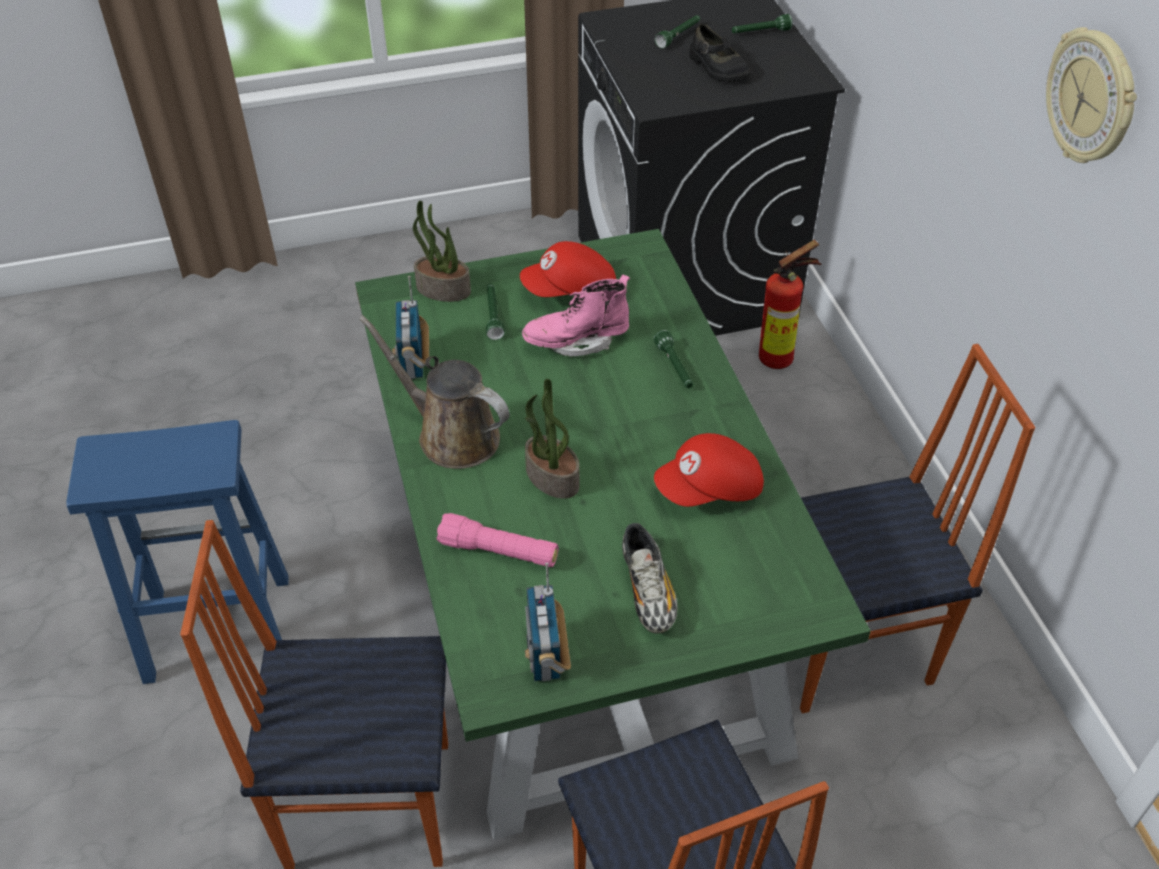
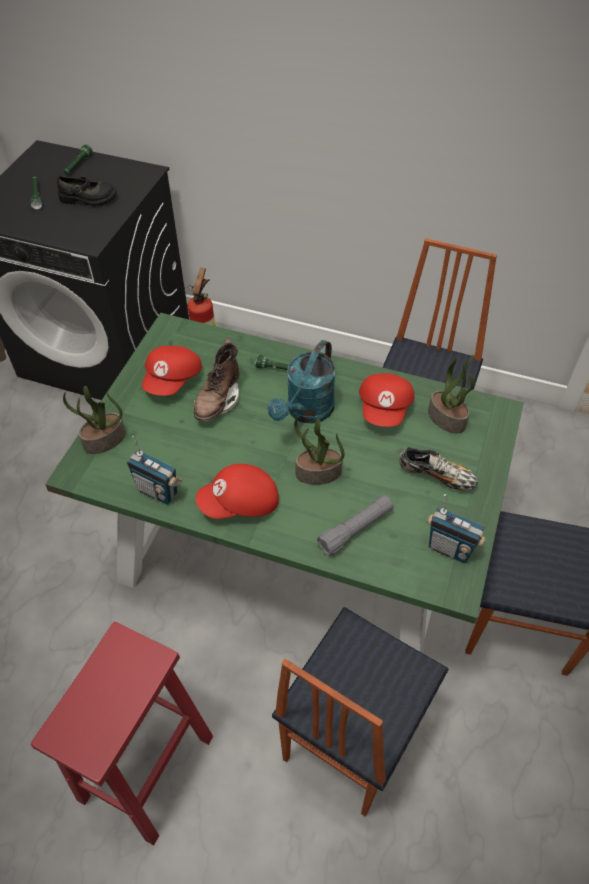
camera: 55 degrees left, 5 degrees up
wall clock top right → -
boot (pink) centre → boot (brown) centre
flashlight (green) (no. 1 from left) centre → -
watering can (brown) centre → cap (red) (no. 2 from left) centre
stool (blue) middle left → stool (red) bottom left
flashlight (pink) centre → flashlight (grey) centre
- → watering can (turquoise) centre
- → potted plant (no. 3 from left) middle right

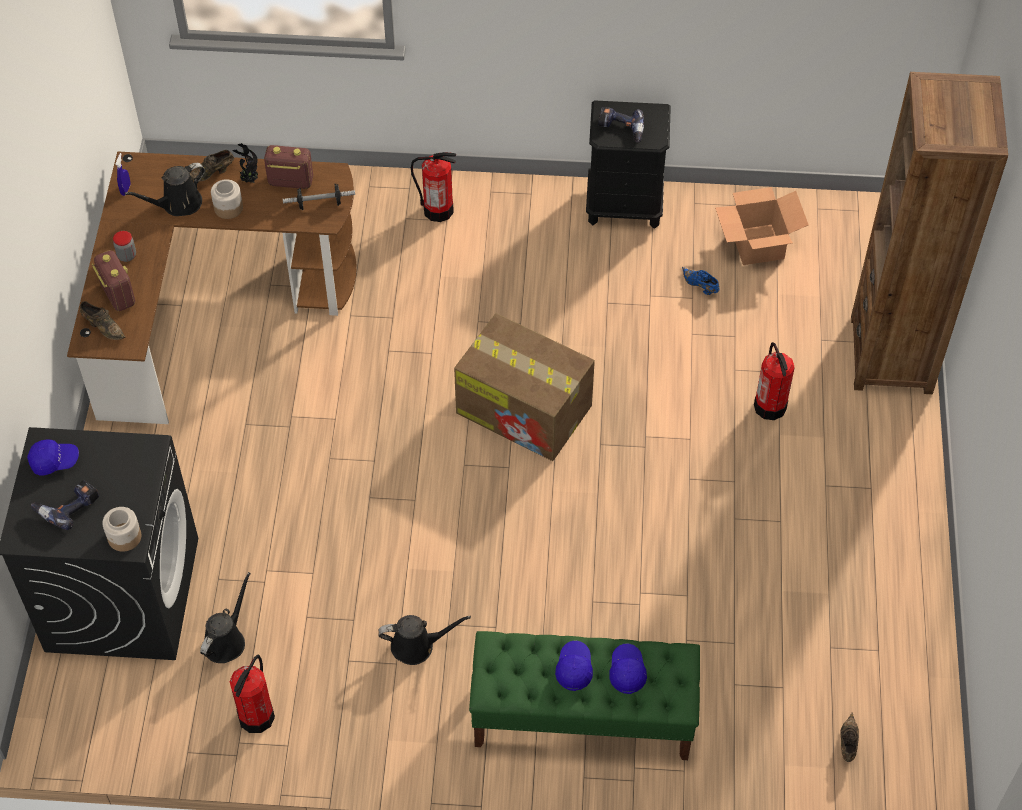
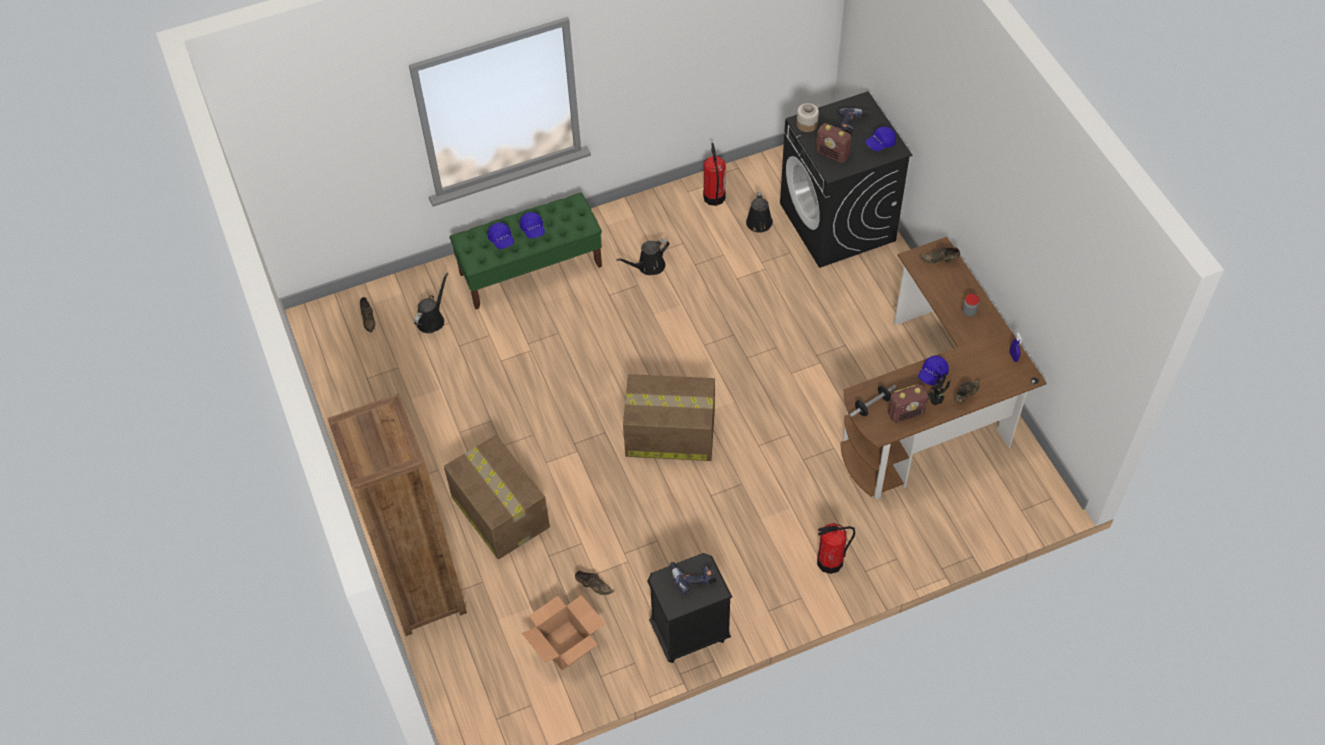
camera: 155 degrees right, 0 degrees up
watering can (black) (no. 1 from left) top left → watering can (black) (no. 1 from left) middle left, shifted
jar (no. 3 from left) top left → cap (blue) (no. 4 from left) middle right
radio (no. 1 from left) middle left → radio (no. 1 from left) top centre, shifted
shoe (blue) middle right → shoe (brown) (no. 2 from left) bottom centre
fire extinguisher (no. 3 from left) middle right → cardboard box (no. 1 from left) bottom centre

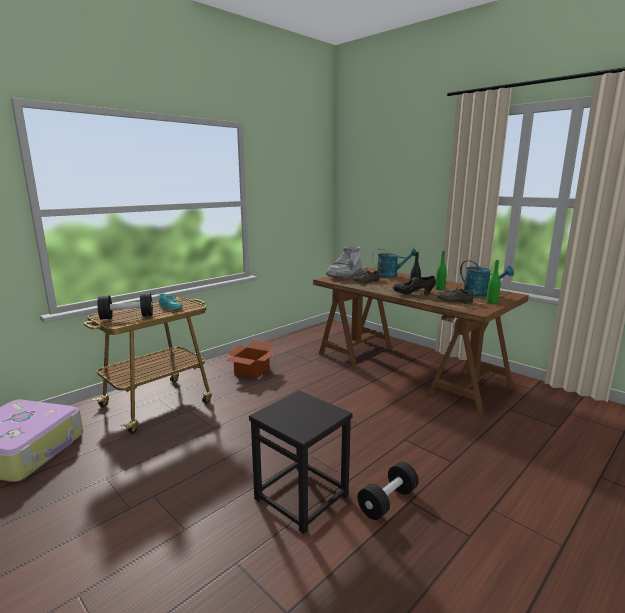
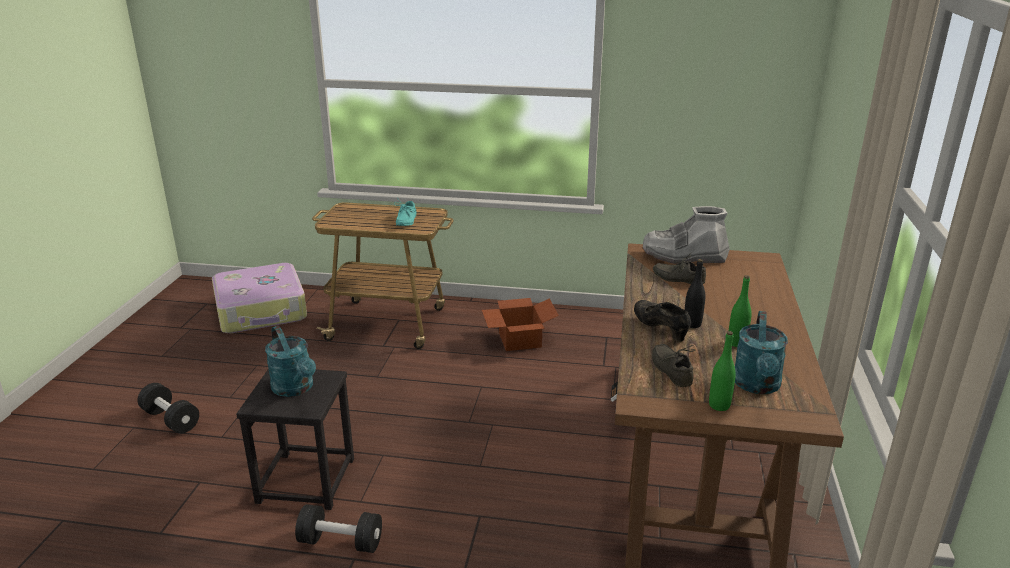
camera: 55 degrees right, 10 degrees up
watering can (turquoise) (no. 1 from left) centre → watering can (turquoise) (no. 1 from left) middle left, shifted
dumbbell (black) (no. 1 from left) middle left → dumbbell (black) (no. 1 from left) bottom left, shifted

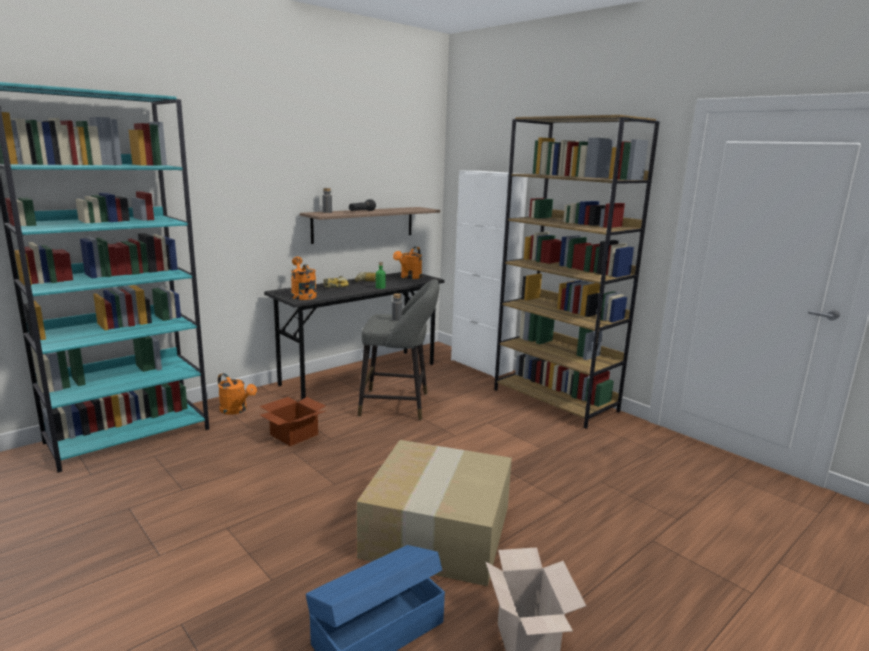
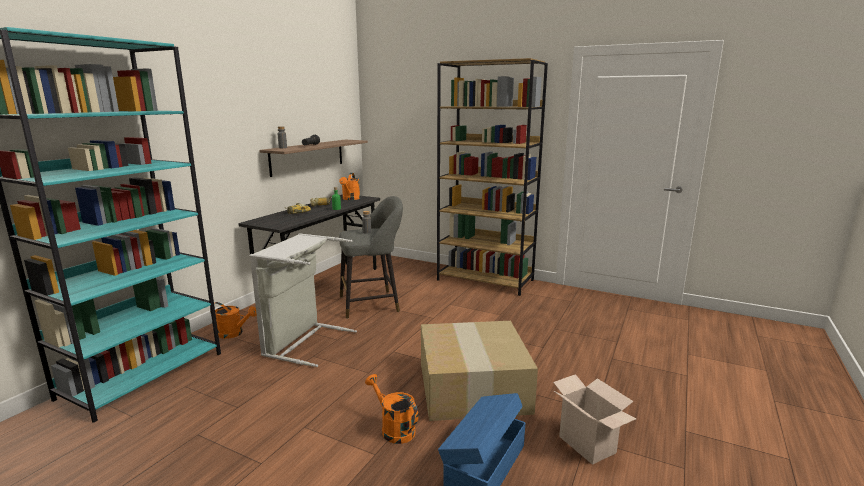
camera: 20 degrees left, 0 degrees up
cabinet (white) centre → -
watering can (orange) (no. 2 from left in the first image) centre → watering can (orange) (no. 3 from left) bottom centre, shifted
cardboard box (no. 1 from left) centre → laundry basket (grey) centre

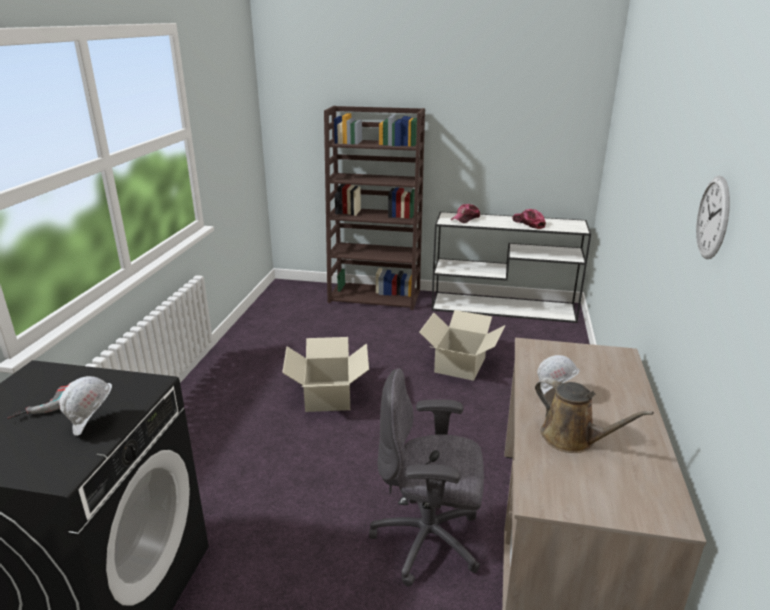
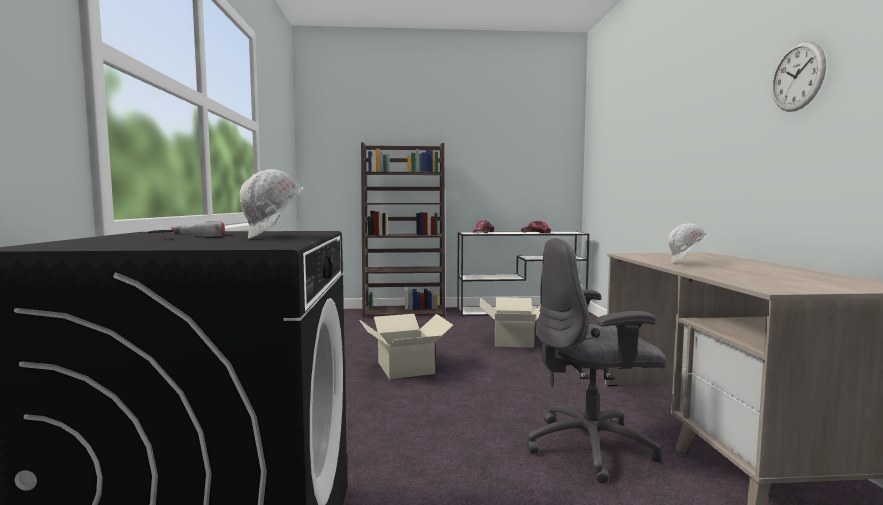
camera: 15 degrees left, 20 degrees down
watering can (brown) bottom right → -

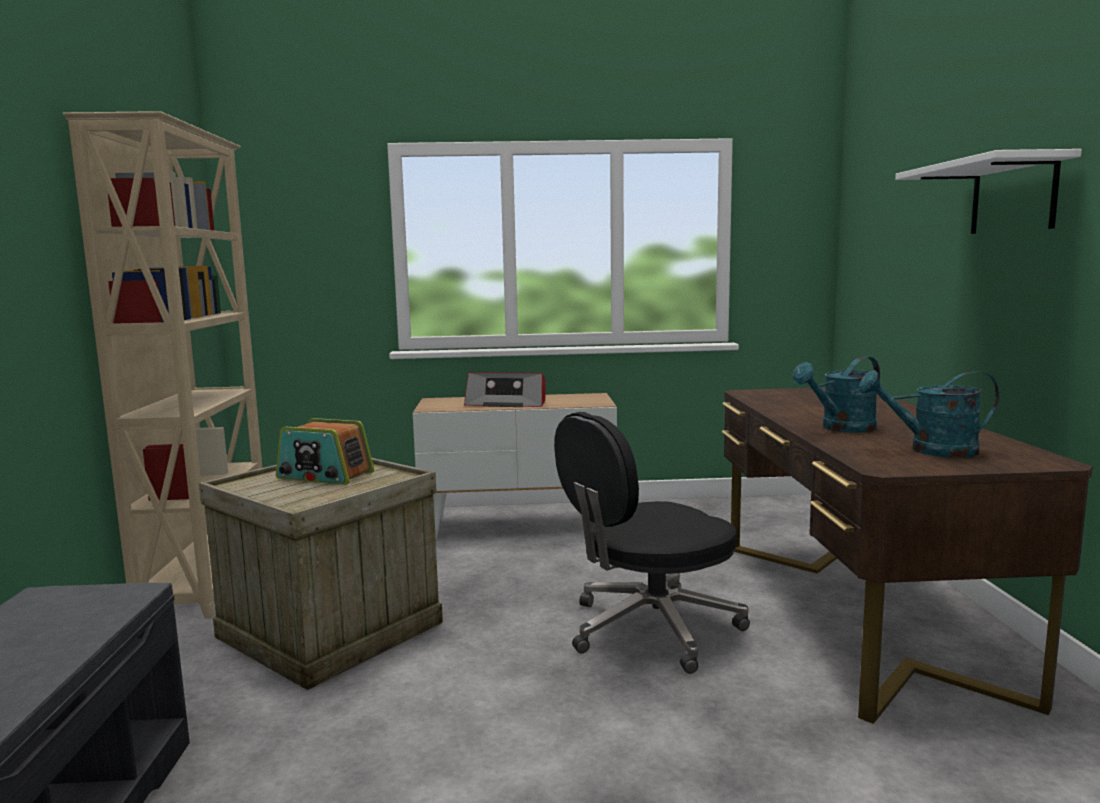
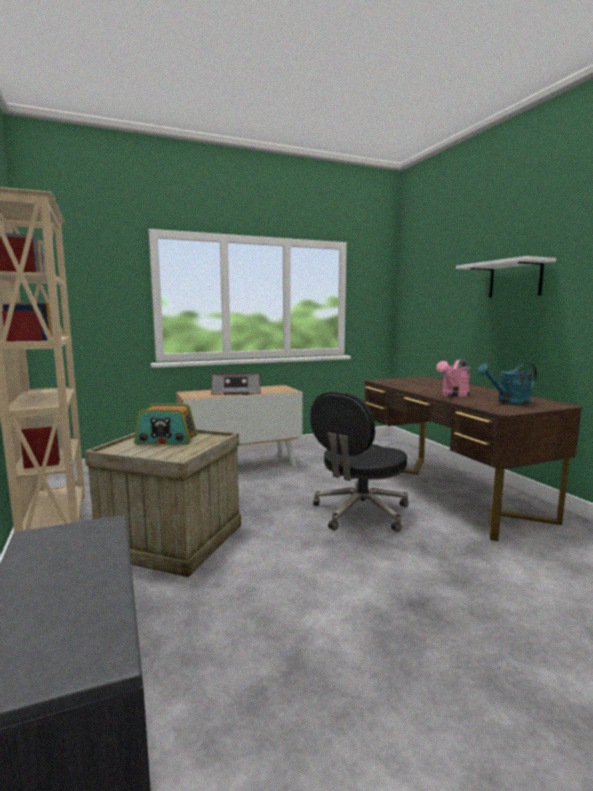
camera: 20 degrees left, 0 degrees up
watering can (turquoise) (no. 1 from left) middle right → watering can (pink) middle right

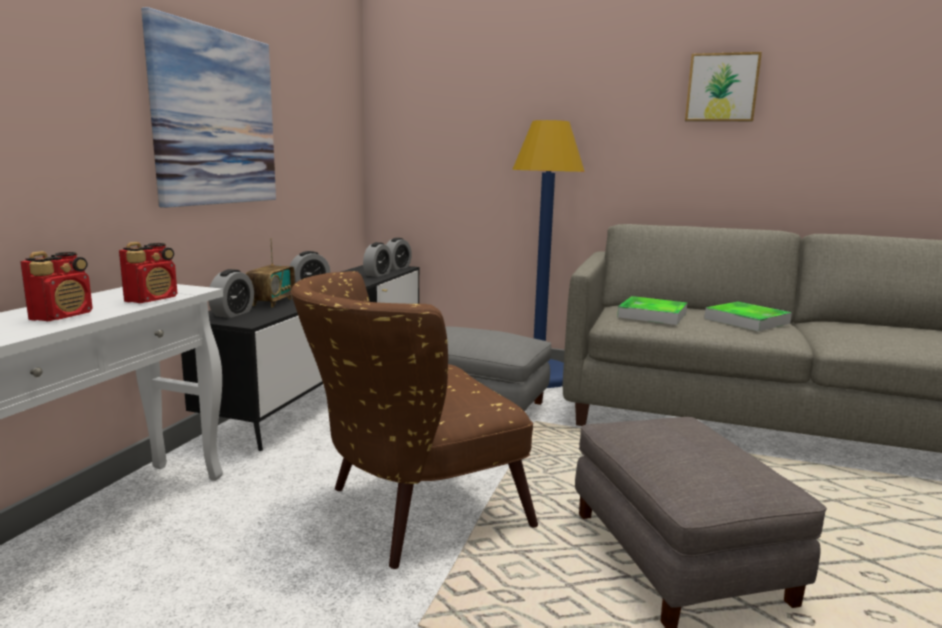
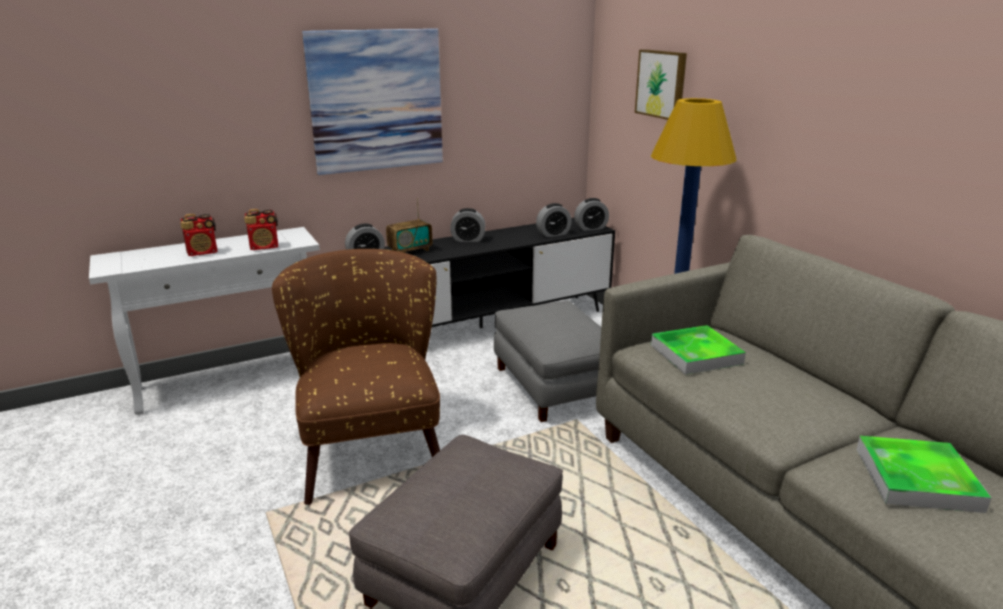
camera: 45 degrees right, 10 degrees up
picture (no. 2 from left) top right → picture (no. 2 from left) top centre, shifted
armchair (brown) bottom centre → armchair (brown) centre, 60 degrees clockwise
tray (no. 2 from left) middle right → tray (no. 2 from left) bottom right, shifted

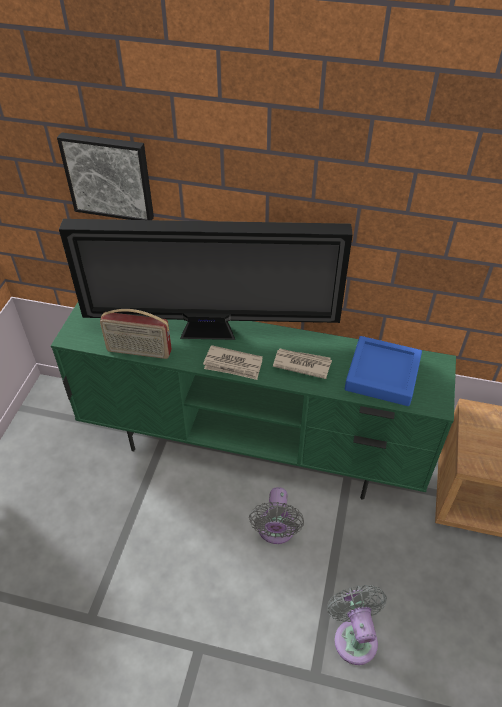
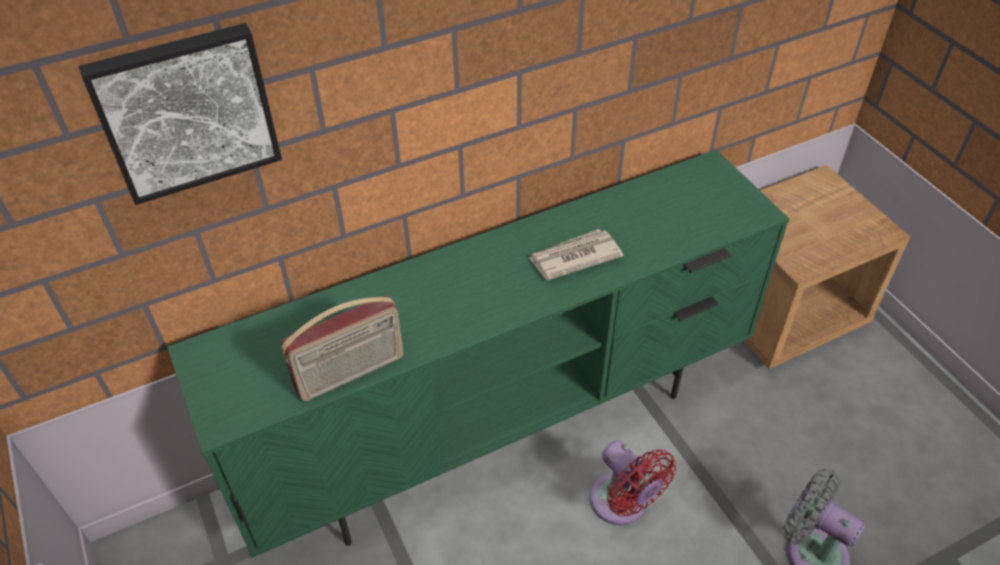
camera: 40 degrees left, 0 degrees up
television centre → -
tray (blue) middle right → -
newspaper (no. 1 from left) centre → -
fan (grey) (no. 1 from left) bottom centre → fan (red) bottom centre

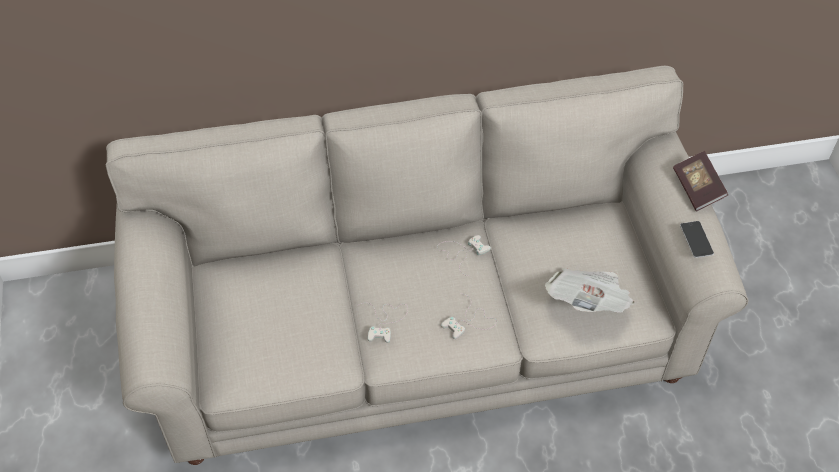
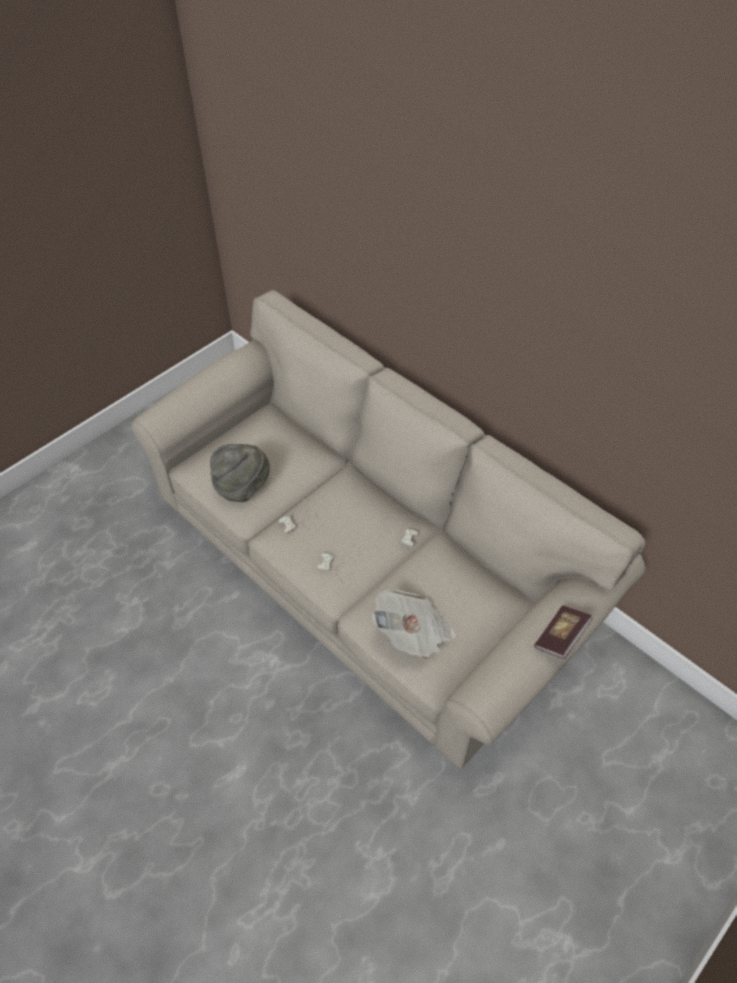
camera: 55 degrees right, 0 degrees up
phone middle right → -
- → hat (grey) middle left

